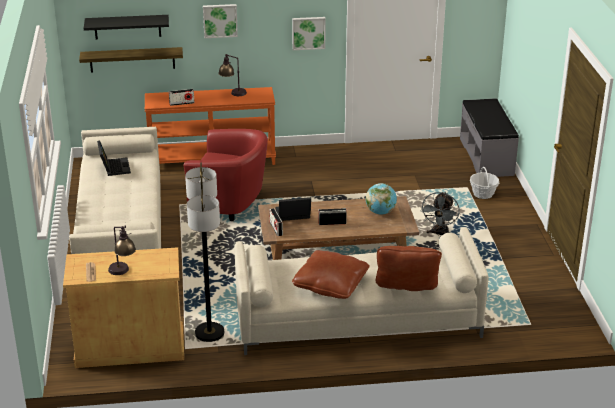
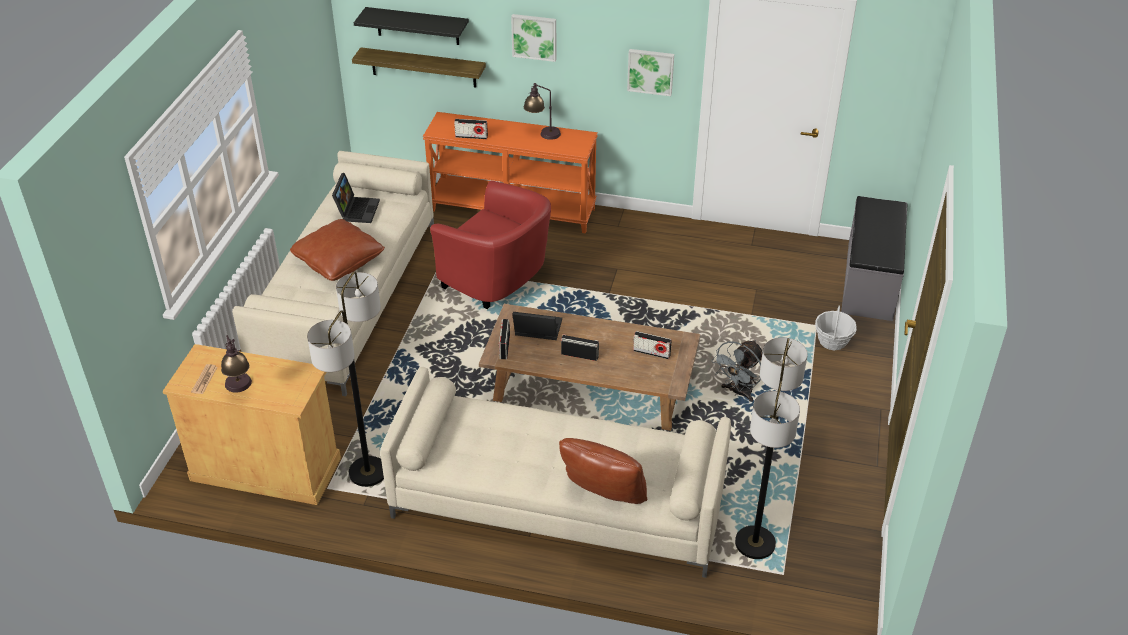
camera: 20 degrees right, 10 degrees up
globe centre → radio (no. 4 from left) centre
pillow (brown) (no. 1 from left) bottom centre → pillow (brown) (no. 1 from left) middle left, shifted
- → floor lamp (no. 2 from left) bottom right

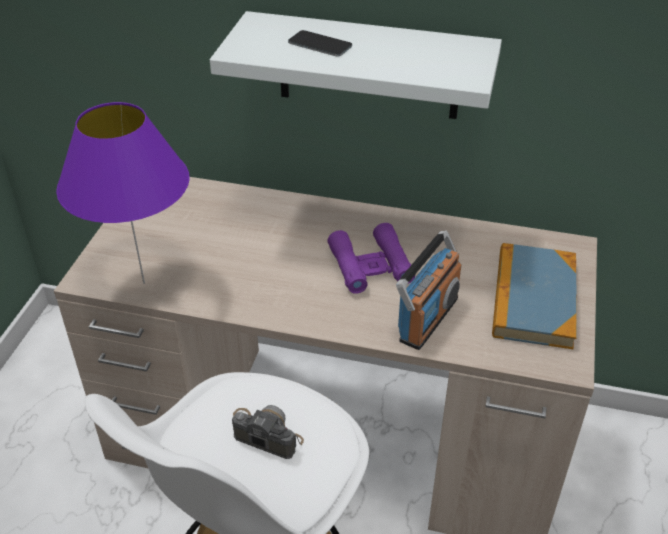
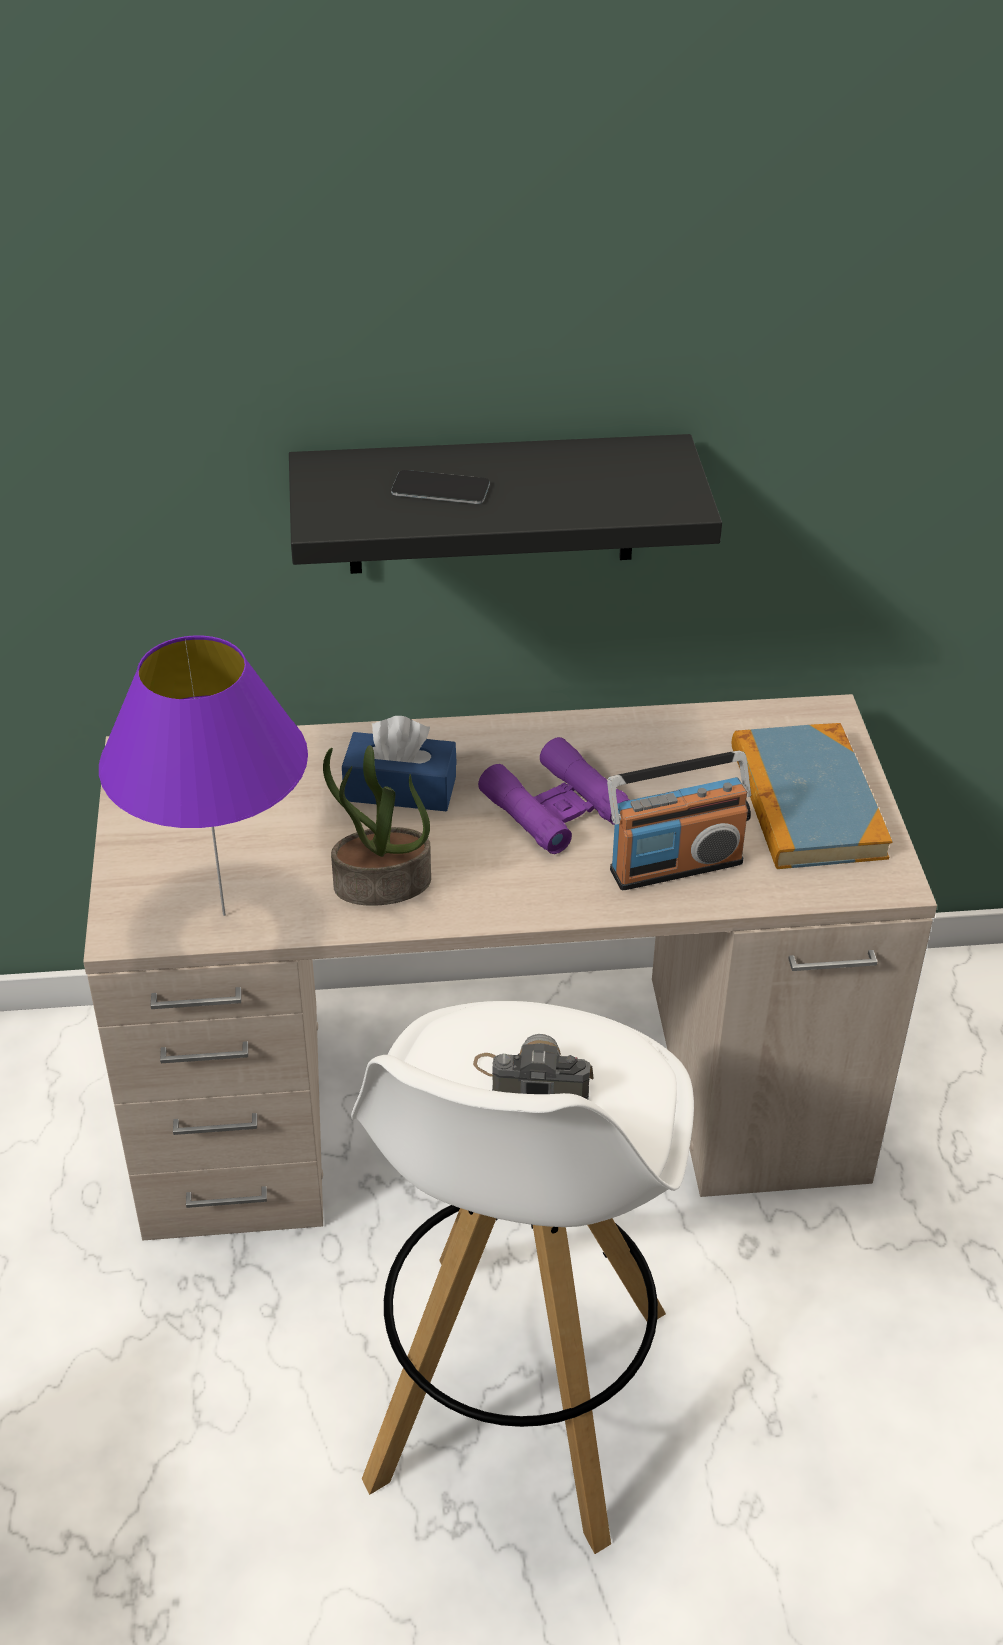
camera: 20 degrees left, 0 degrees up
shelf (white) top centre → shelf (black) top centre
radio centre → radio middle right, 60 degrees clockwise
- → tissue box (blue) centre
- → potted plant centre

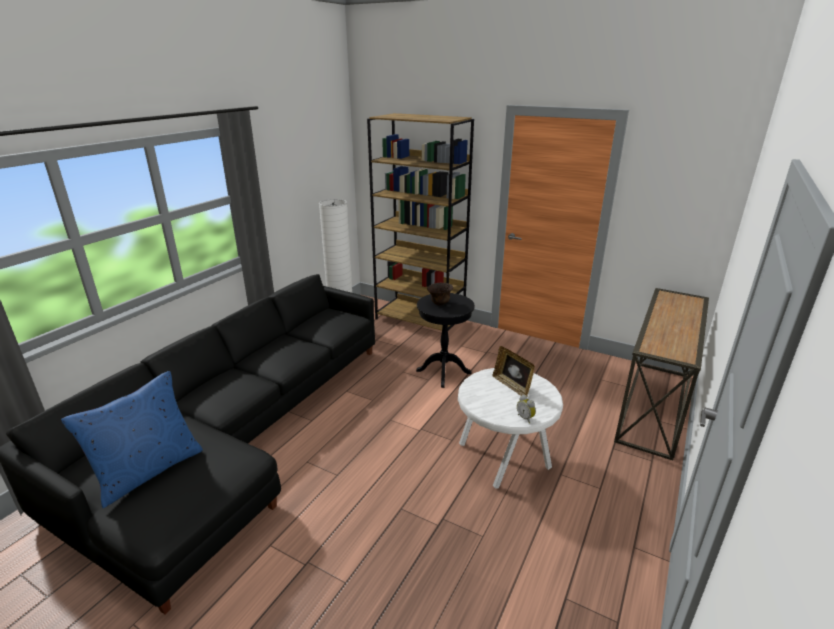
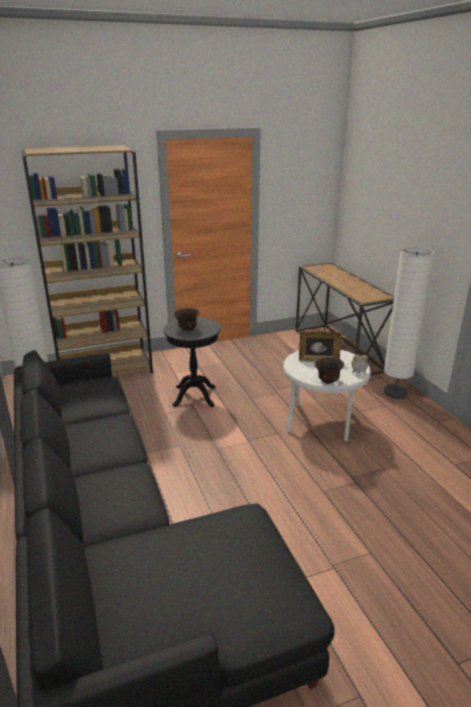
camera: 50 degrees left, 0 degrees up
pillow (blue) bottom left → -
- → floor lamp (white) (no. 2 from left) middle right
- → bowl (brown) (no. 2 from left) middle right

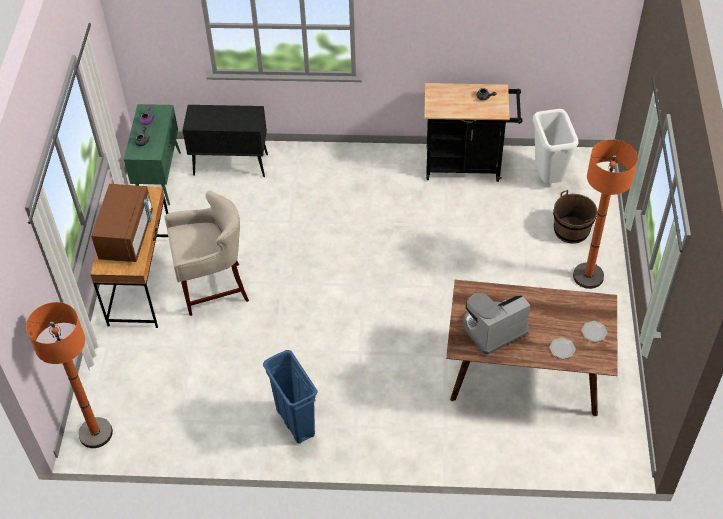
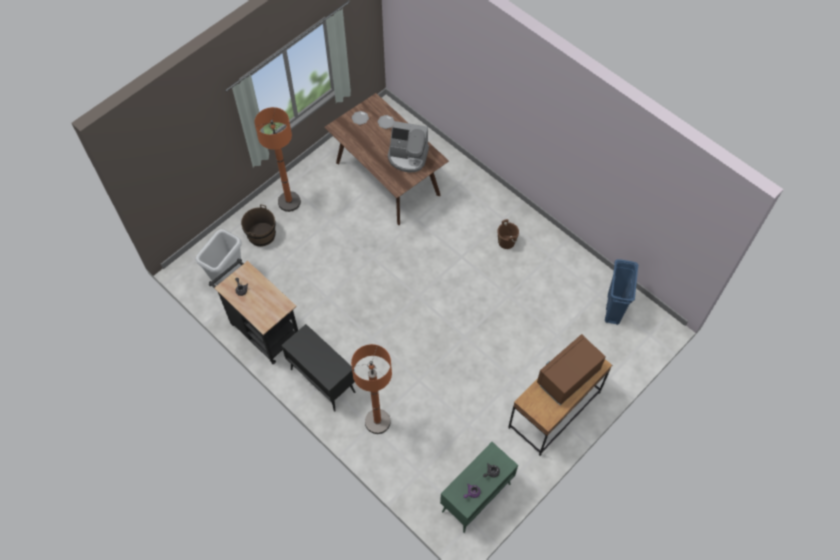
camera: 140 degrees left, 10 degrees up
cabinet (black) top left → cabinet (black) centre, shifted
stool (beige) middle left → -
floor lamp (orange) (no. 1 from left in the first image) bottom left → floor lamp (orange) (no. 2 from left) bottom centre, shifted
trash can (blue) bottom centre → trash can (blue) middle right, shifted
- → bucket (brown) (no. 2 from left) centre

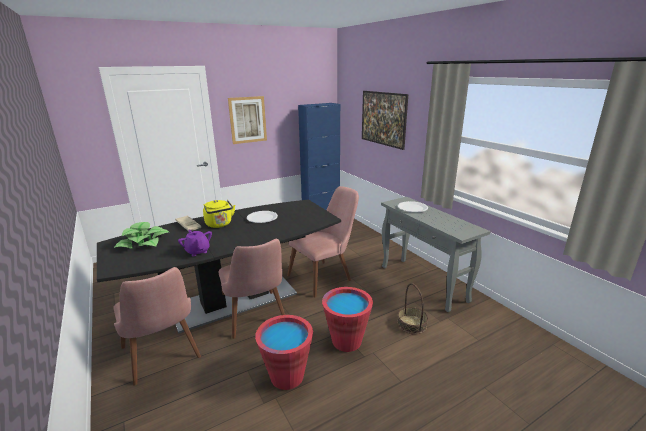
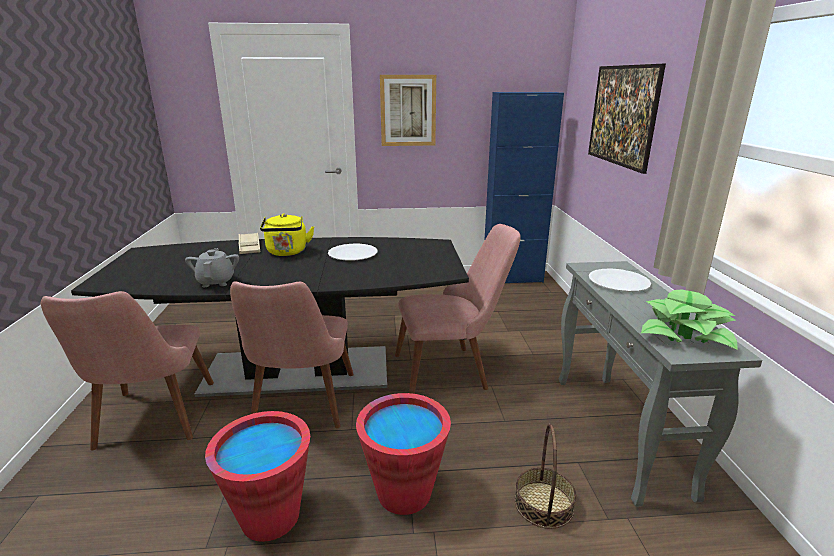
camera: 25 degrees right, 0 degrees up
potted plant middle left → potted plant middle right, shifted
teapot (purple) middle left → teapot (grey) middle left

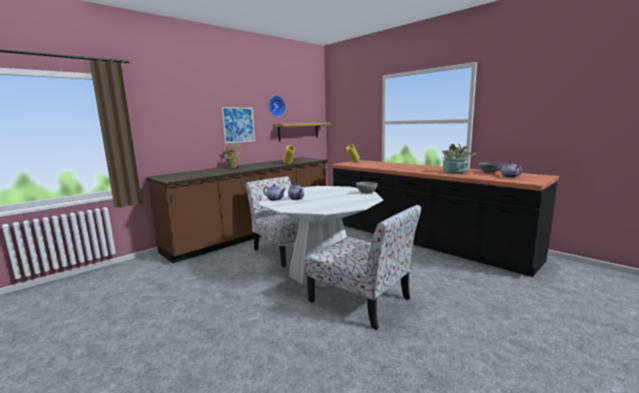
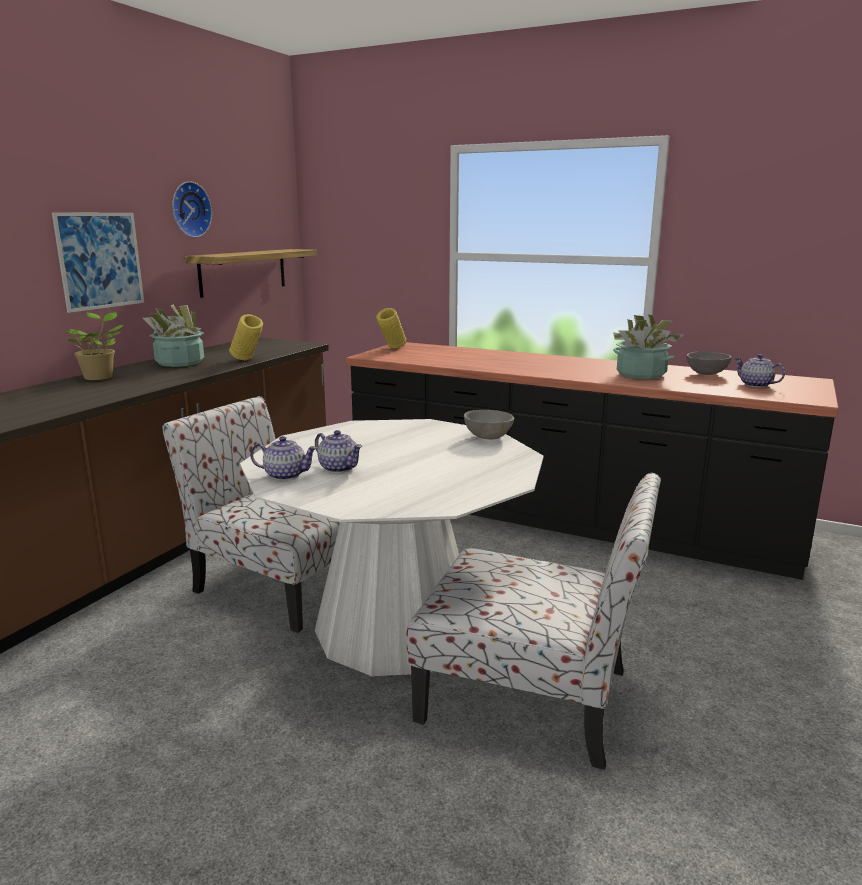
camera: 20 degrees left, 5 degrees up
- → potted plant (no. 2 from left) middle left

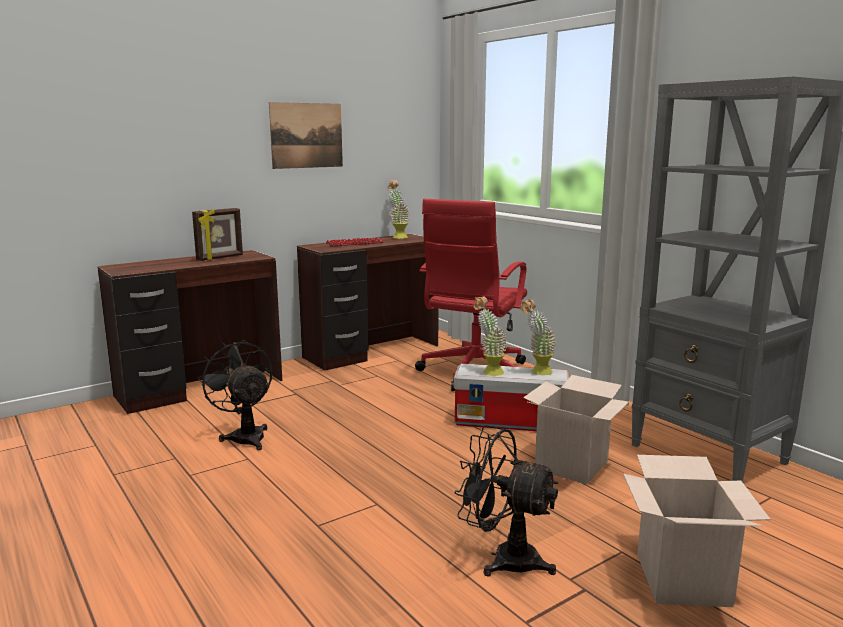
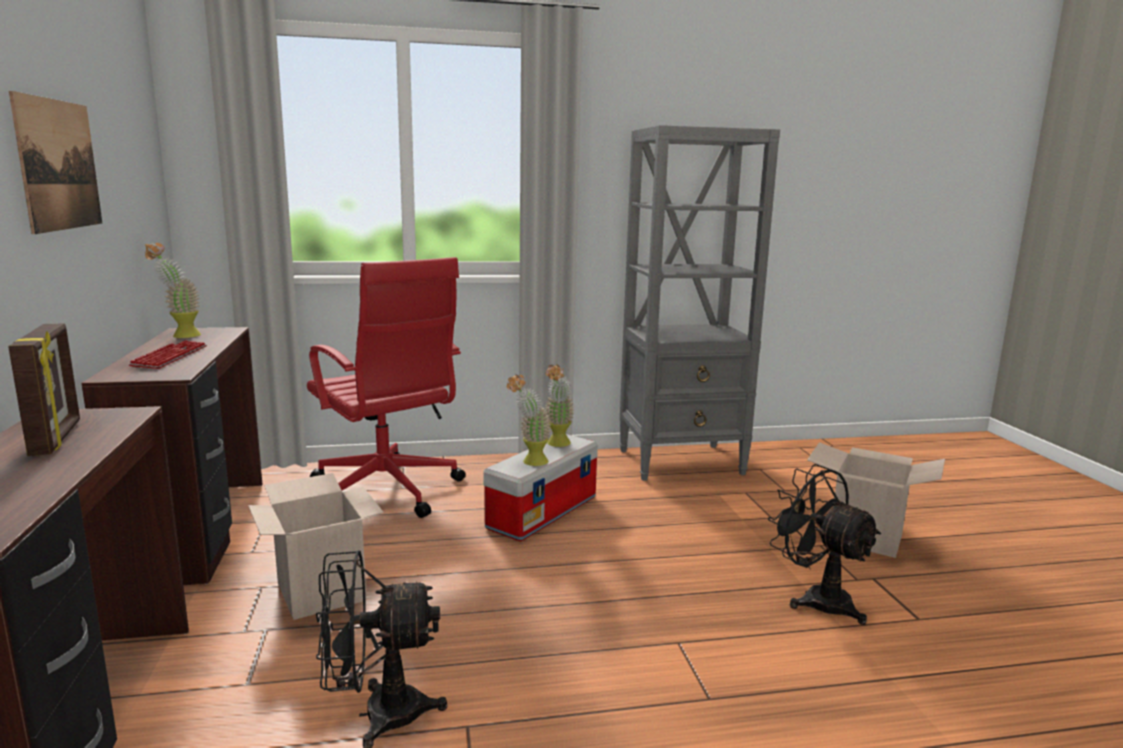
camera: 65 degrees left, 0 degrees up
cardboard box (no. 1 from left) bottom right → cardboard box (no. 1 from left) bottom left, shifted
fan (black) (no. 2 from left) bottom centre → fan (black) (no. 2 from left) bottom right, 90 degrees clockwise

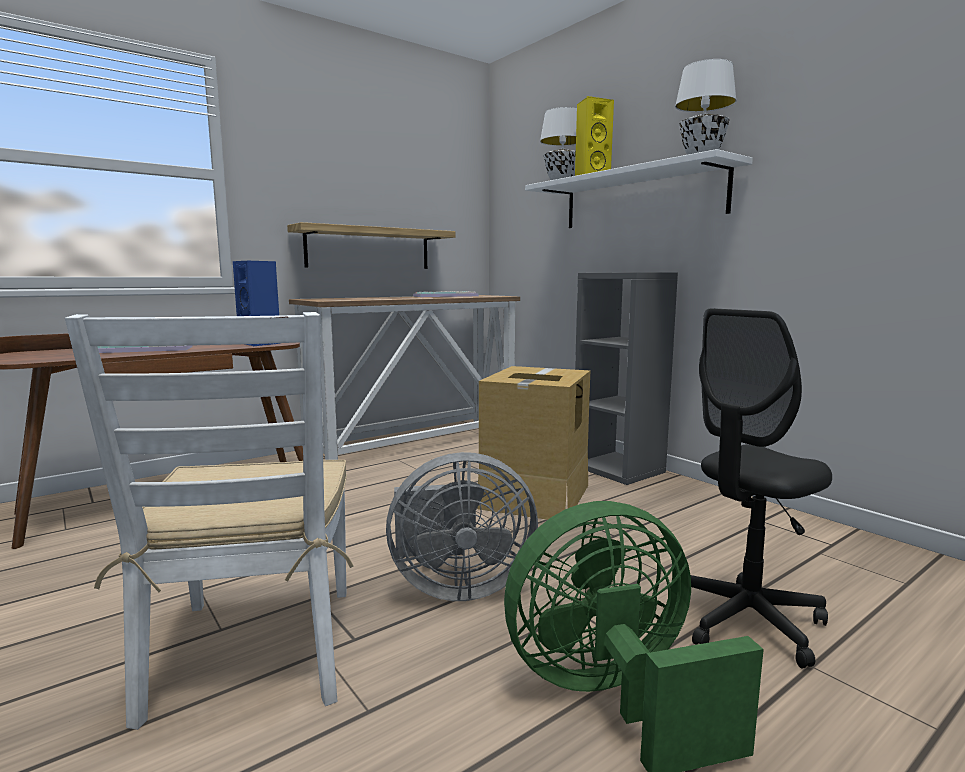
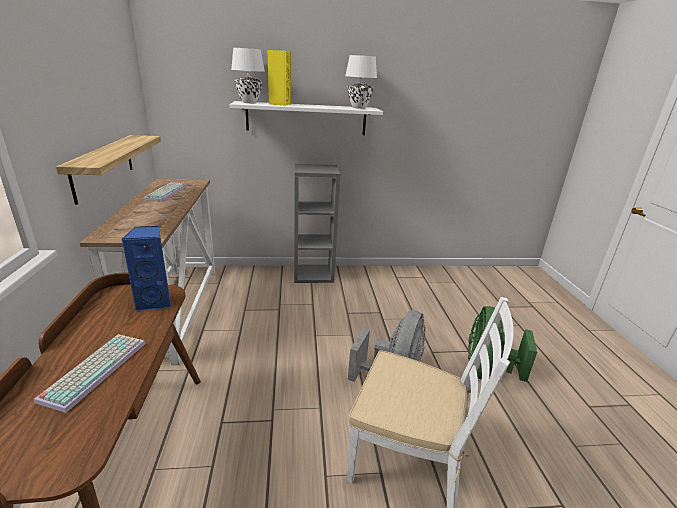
camera: 60 degrees left, 15 degrees up
office chair (black) middle right → -
cardboard box centre → -

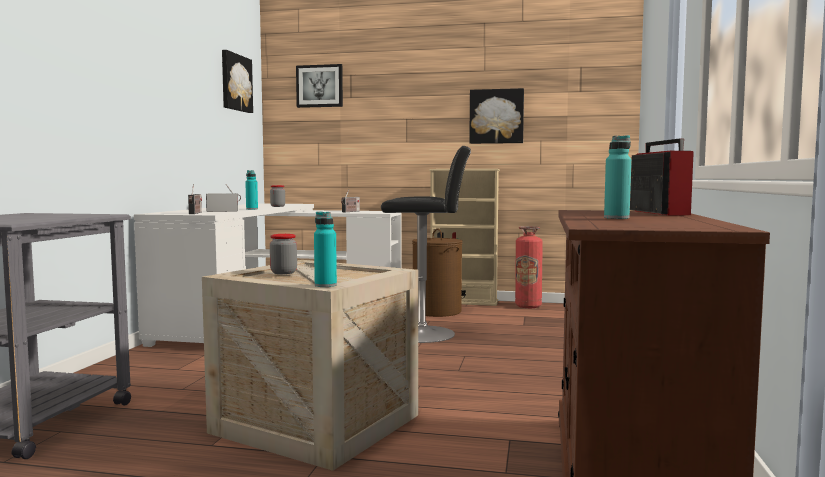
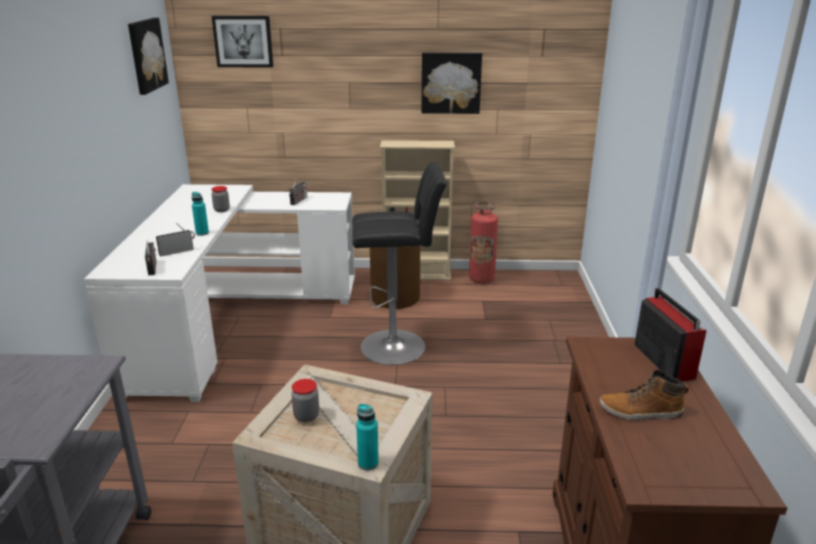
camera: 10 degrees left, 20 degrees up
bottle (turquoise) (no. 3 from left) middle right → boot bottom right

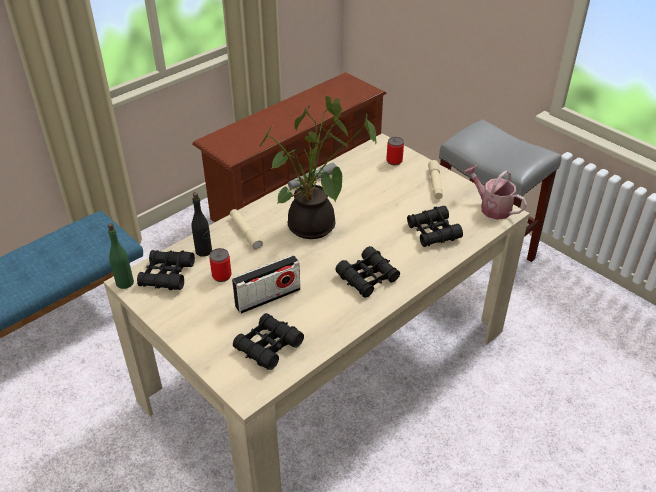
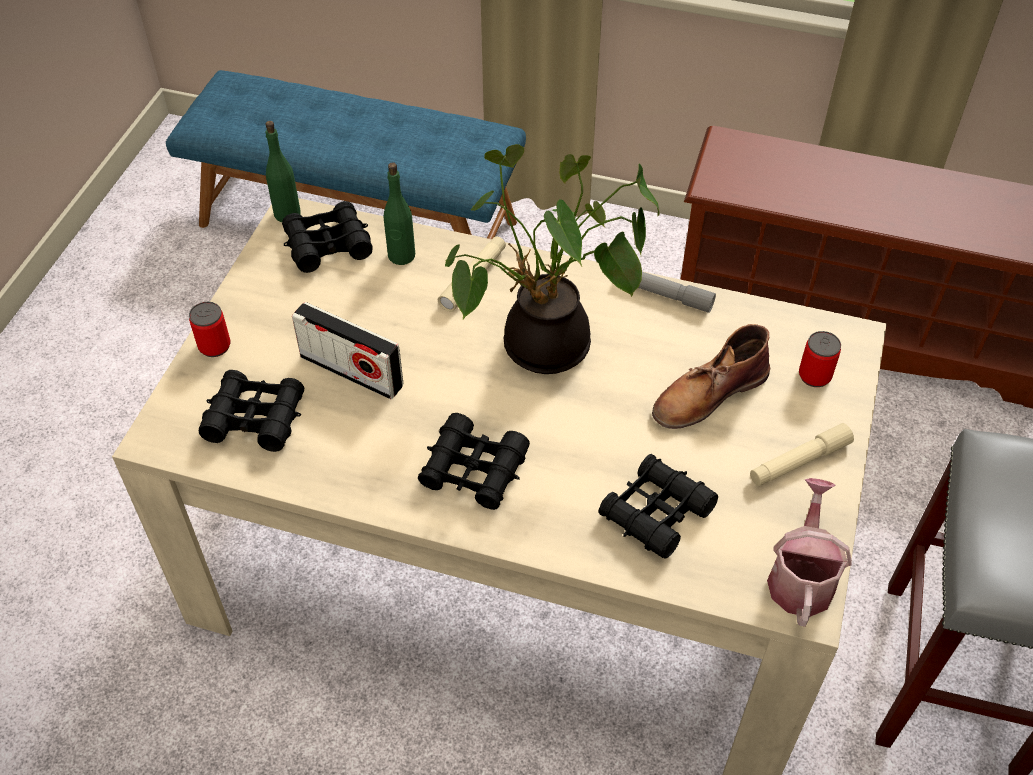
camera: 60 degrees right, 10 degrees up
bottle (black) middle left → bottle (green) (no. 2 from left) top centre
can (no. 1 from left) centre → can (no. 1 from left) middle left, shifted
- → boot (brown) middle right

